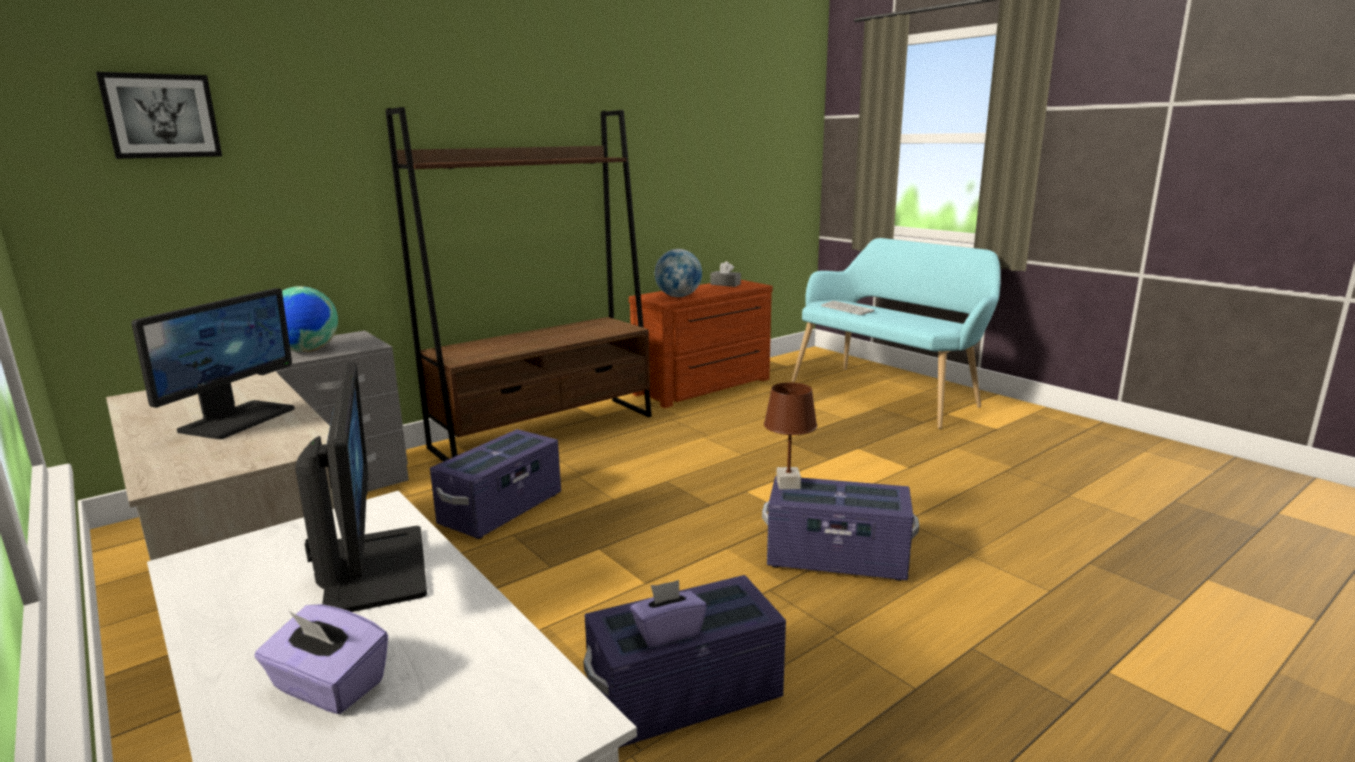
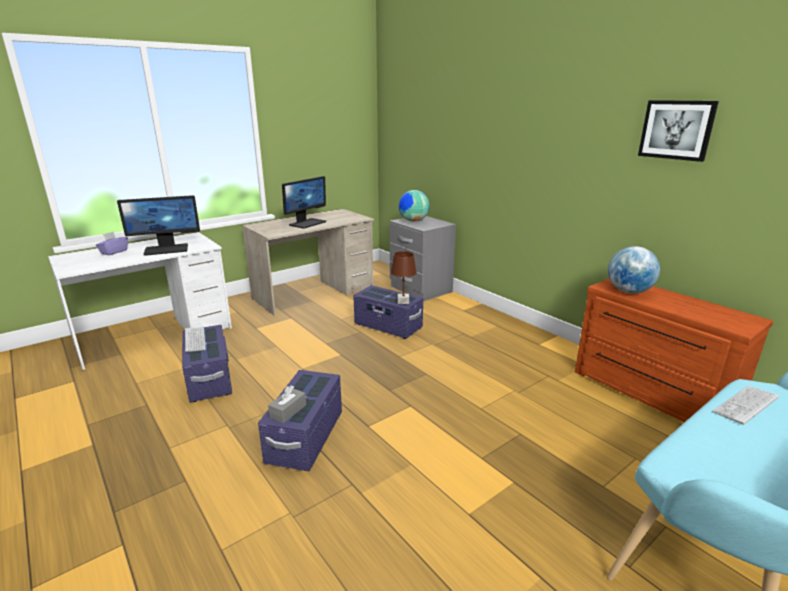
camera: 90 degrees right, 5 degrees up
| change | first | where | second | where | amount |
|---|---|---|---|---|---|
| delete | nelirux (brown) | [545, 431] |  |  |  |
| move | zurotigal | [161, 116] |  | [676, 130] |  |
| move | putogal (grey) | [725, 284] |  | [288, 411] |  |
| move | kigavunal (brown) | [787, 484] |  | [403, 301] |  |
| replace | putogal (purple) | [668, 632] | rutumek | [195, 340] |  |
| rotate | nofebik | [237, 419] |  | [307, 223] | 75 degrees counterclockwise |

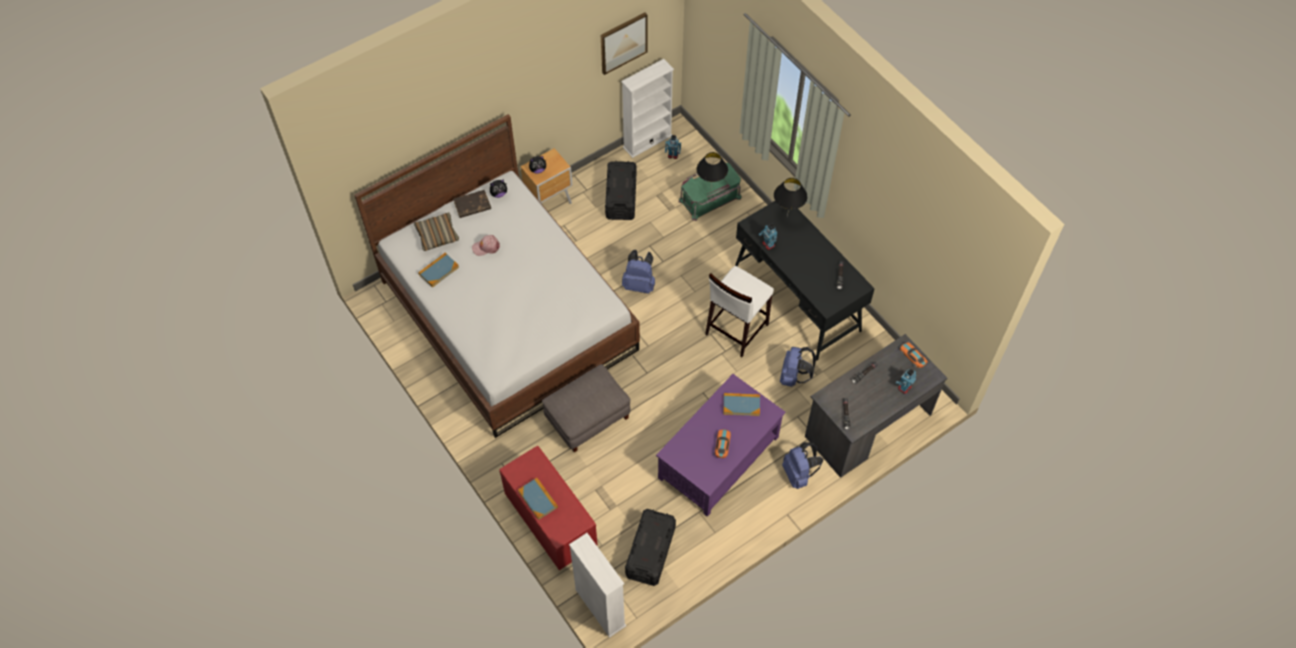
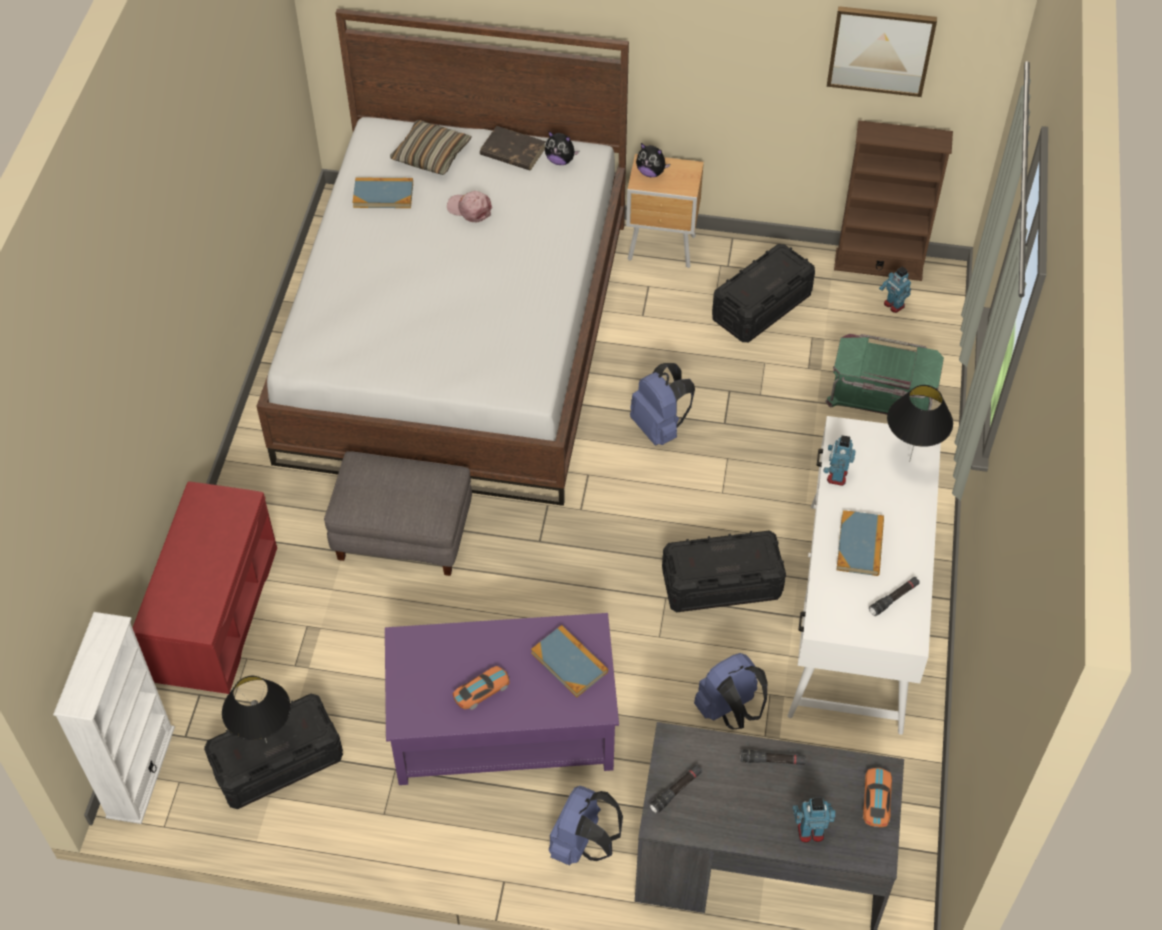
camera: 45 degrees right, 5 degrees down
| change | first | where | second | where | amount |
|---|---|---|---|---|---|
| move | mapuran | [538, 499] |  | [860, 545] |  |
| move | kigavunal (black) | [710, 189] |  | [266, 742] |  |
| replace | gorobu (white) | [736, 329] | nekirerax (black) | [721, 584] |  |
| recolor | nelirux (white) | [647, 141] | nelirux (brown) | [878, 264] |  |
| recolor | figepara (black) | [796, 299] | figepara (white) | [854, 614] |  |

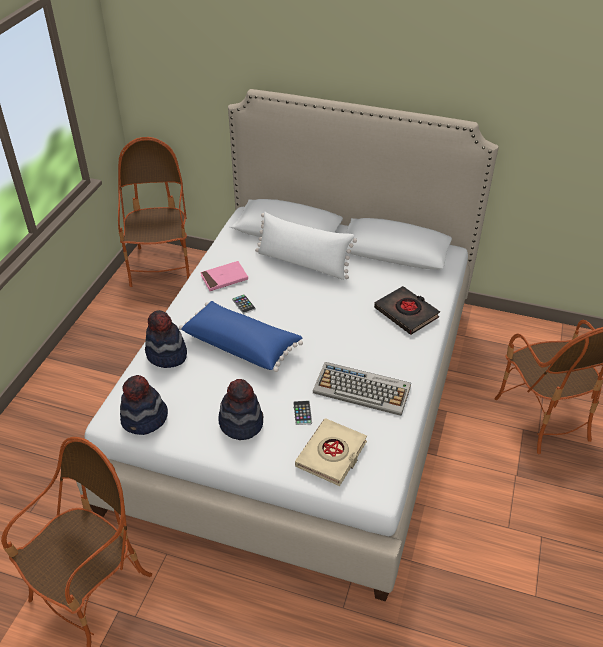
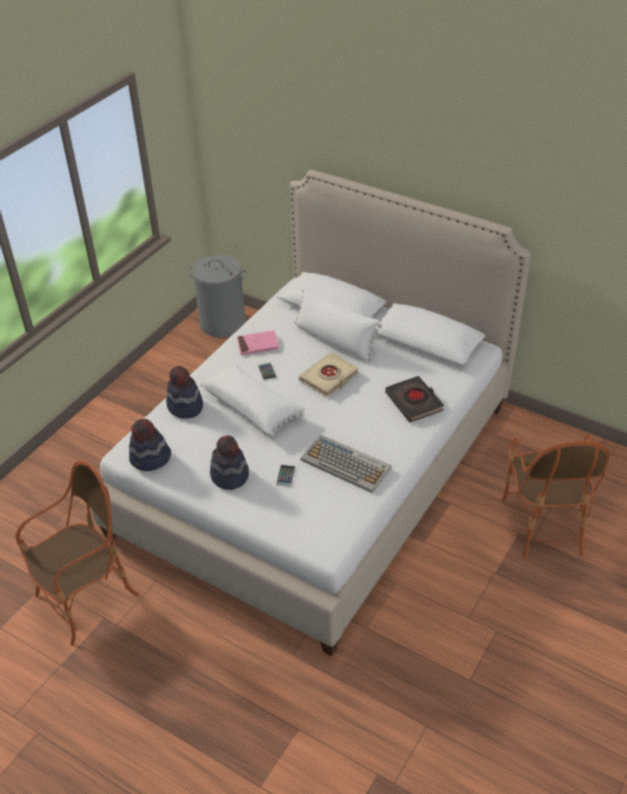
camera: 15 degrees right, 0 degrees up
| change | first | where | second | where | amount |
|---|---|---|---|---|---|
| move | mapuran (beige) | [332, 455] |  | [329, 378] |  |
| replace | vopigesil | [161, 266] | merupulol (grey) | [223, 323] |  |
| recolor | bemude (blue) | [241, 344] | bemude (white) | [253, 408] |  |

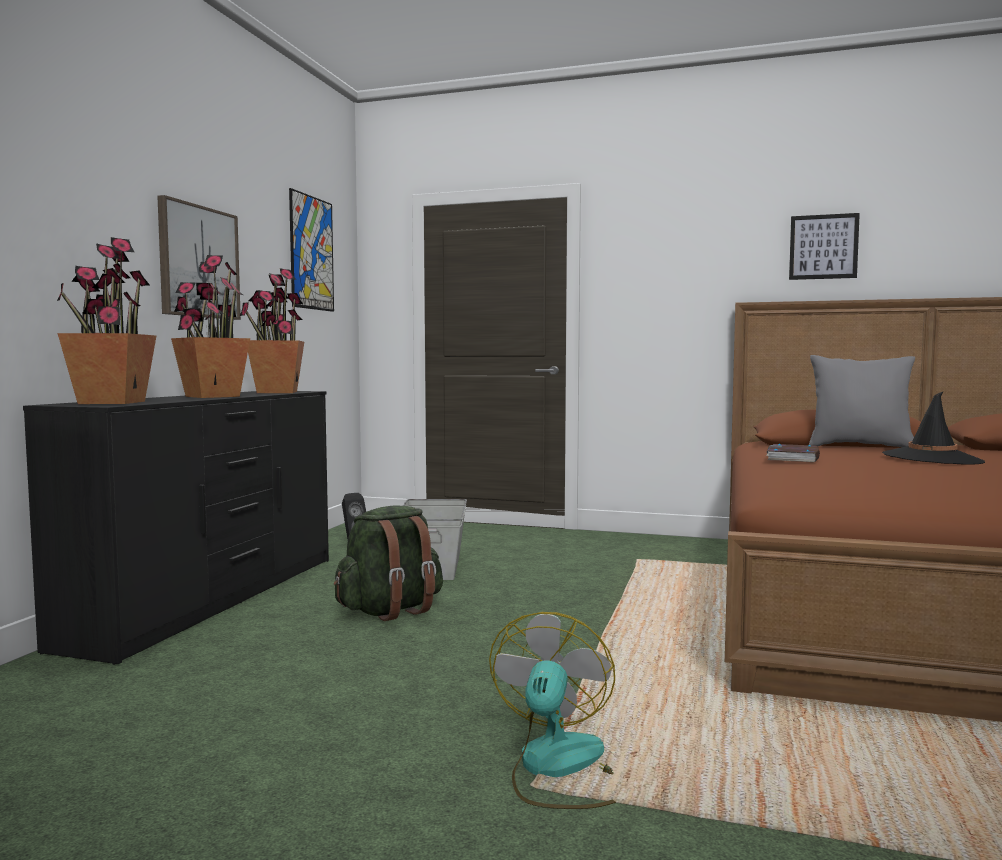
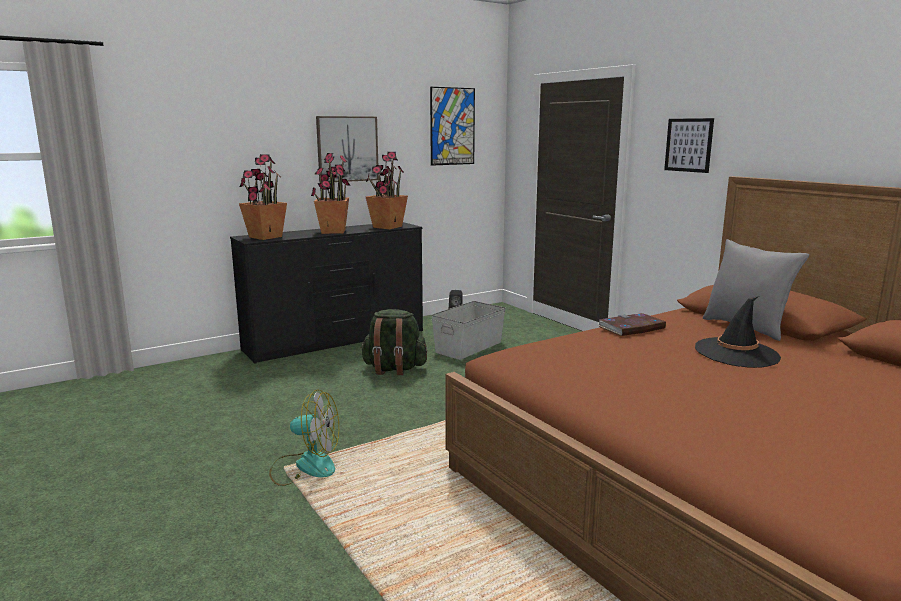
camera: 40 degrees right, 10 degrees up
| change | first | where | second | where | amount |
|---|---|---|---|---|---|
| move | zurotigal | [823, 247] |  | [688, 145] |  |
| rotate | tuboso | [559, 769] |  | [305, 466] | 45 degrees clockwise |

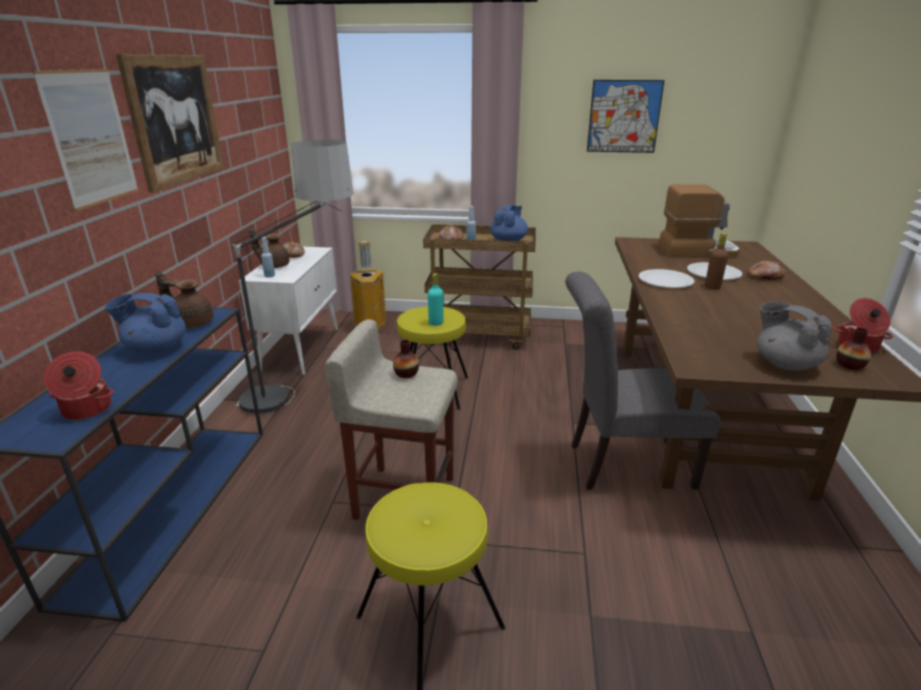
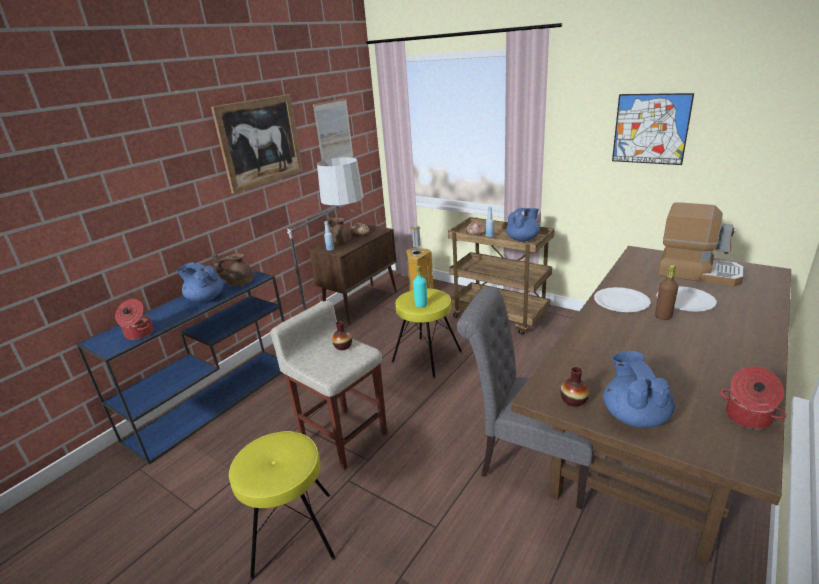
camera: 30 degrees right, 0 degrees up
| change | first | where | second | where | amount |
|---|---|---|---|---|---|
| delete | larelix | [764, 277] |  |  |  |
| move | zurotigal | [90, 137] |  | [334, 132] |  |
| move | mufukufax | [849, 365] |  | [573, 400] |  |
| recolor | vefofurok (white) | [301, 349] | vefofurok (brown) | [361, 303] |  |
| recolor | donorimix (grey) | [785, 364] | donorimix (blue) | [634, 416] |  |
| rotate | donorimix (brown) | [192, 323] |  | [239, 283] | 60 degrees counterclockwise |

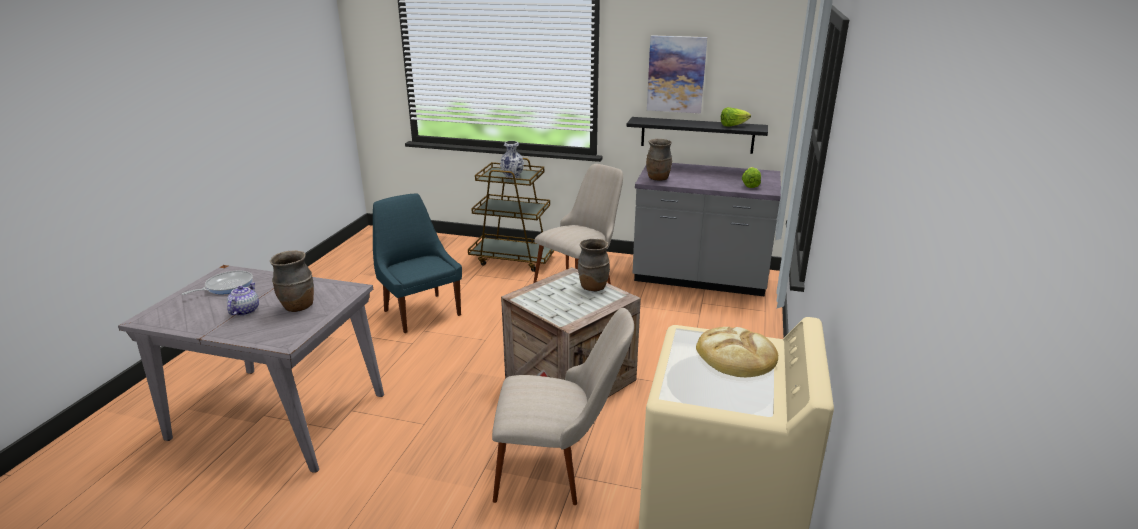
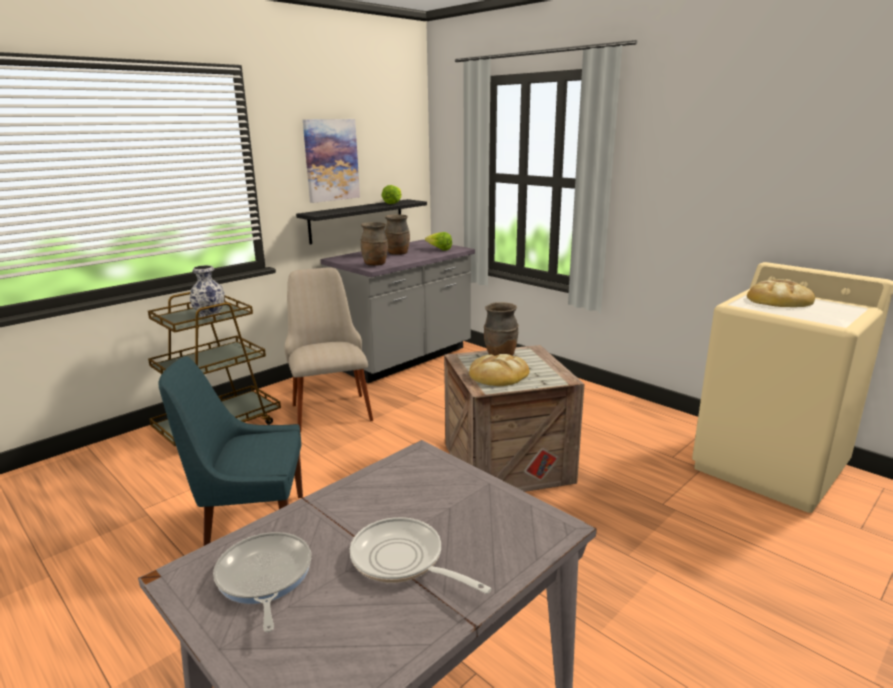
camera: 60 degrees left, 5 degrees down
| change | first | where | second | where | amount |
|---|---|---|---|---|---|
| delete | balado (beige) | [559, 469] |  |  |  |
| insert |  |  | larelix | [498, 375] |  |
| move | mufukufax (brown) | [298, 307] |  | [398, 254] |  |
| replace | donorimix | [245, 311] | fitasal | [403, 561] |  |

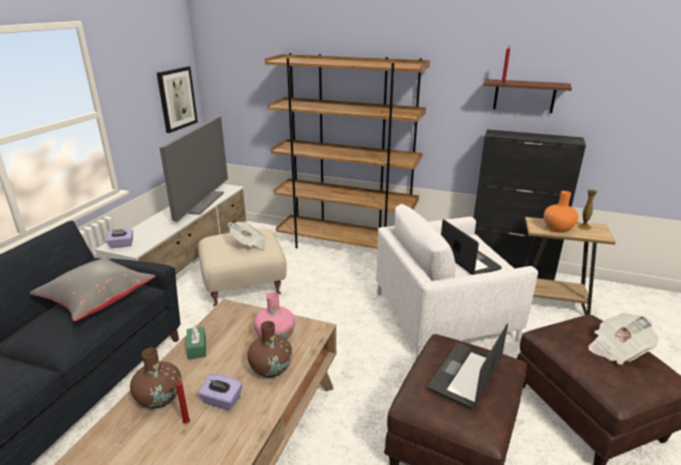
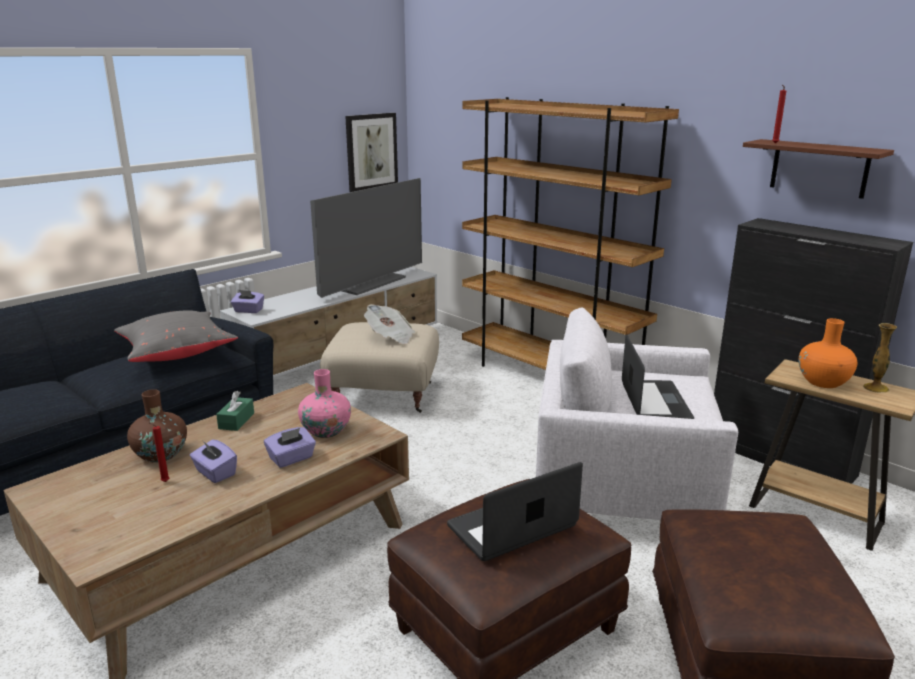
camera: 25 degrees right, 5 degrees down
| change | first | where | second | where | amount |
|---|---|---|---|---|---|
| delete | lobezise | [617, 349] |  |  |  |
| replace | mufukufax (brown) | [271, 369] | putogal (purple) | [291, 459] |  |

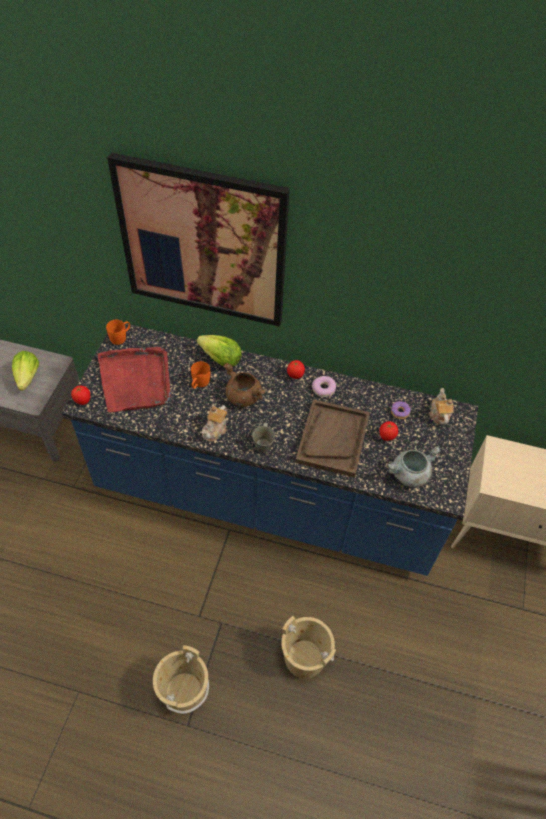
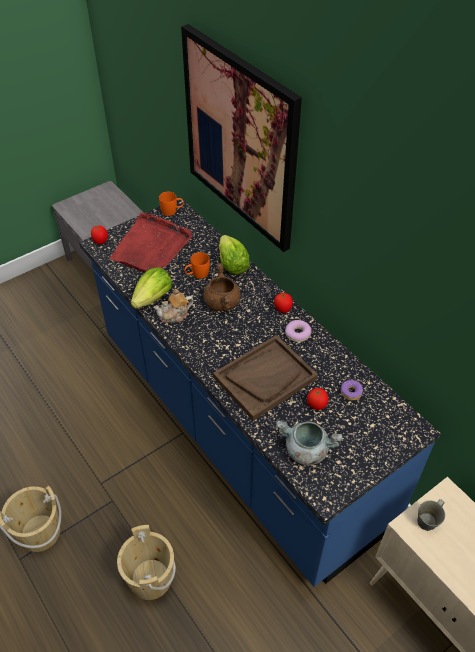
camera: 40 degrees right, 5 degrees down
| change | first | where | second | where | amount |
|---|---|---|---|---|---|
| delete | donorimix | [439, 414] |  |  |  |
| move | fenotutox | [28, 377] |  | [153, 298] |  |
| move | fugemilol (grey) | [263, 445] |  | [427, 521] |  |

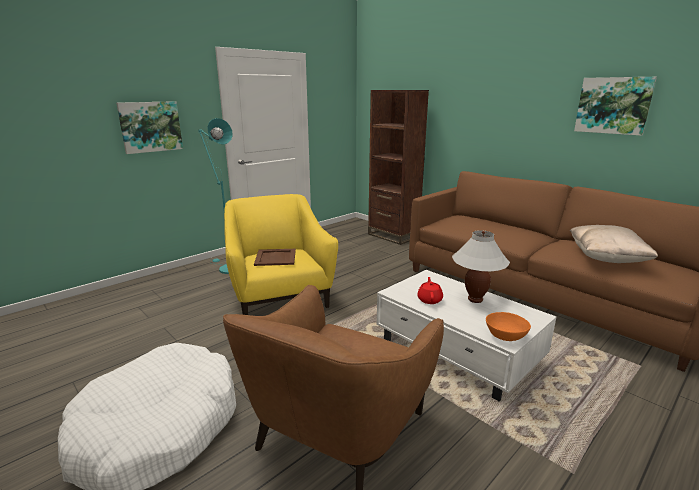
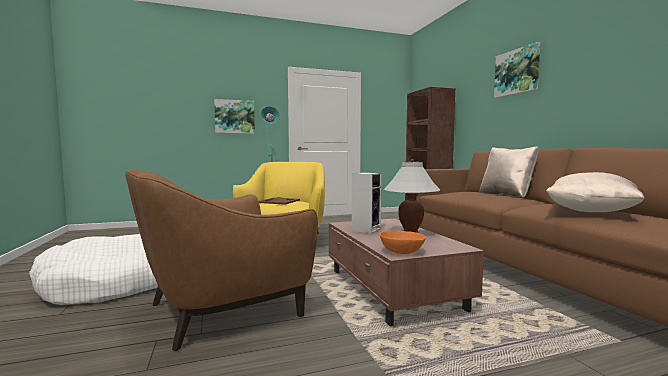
camera: 25 degrees right, 15 degrees down
| change | first | where | second | where | amount |
|---|---|---|---|---|---|
| insert |  |  | bemude (beige) | [506, 195] |  |
| move | zurotigal | [613, 105] |  | [517, 72] |  |
| replace | donorimix (red) | [429, 299] | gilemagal | [366, 229] |  |
| recolor | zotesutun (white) | [457, 352] | zotesutun (brown) | [392, 289] |  |

